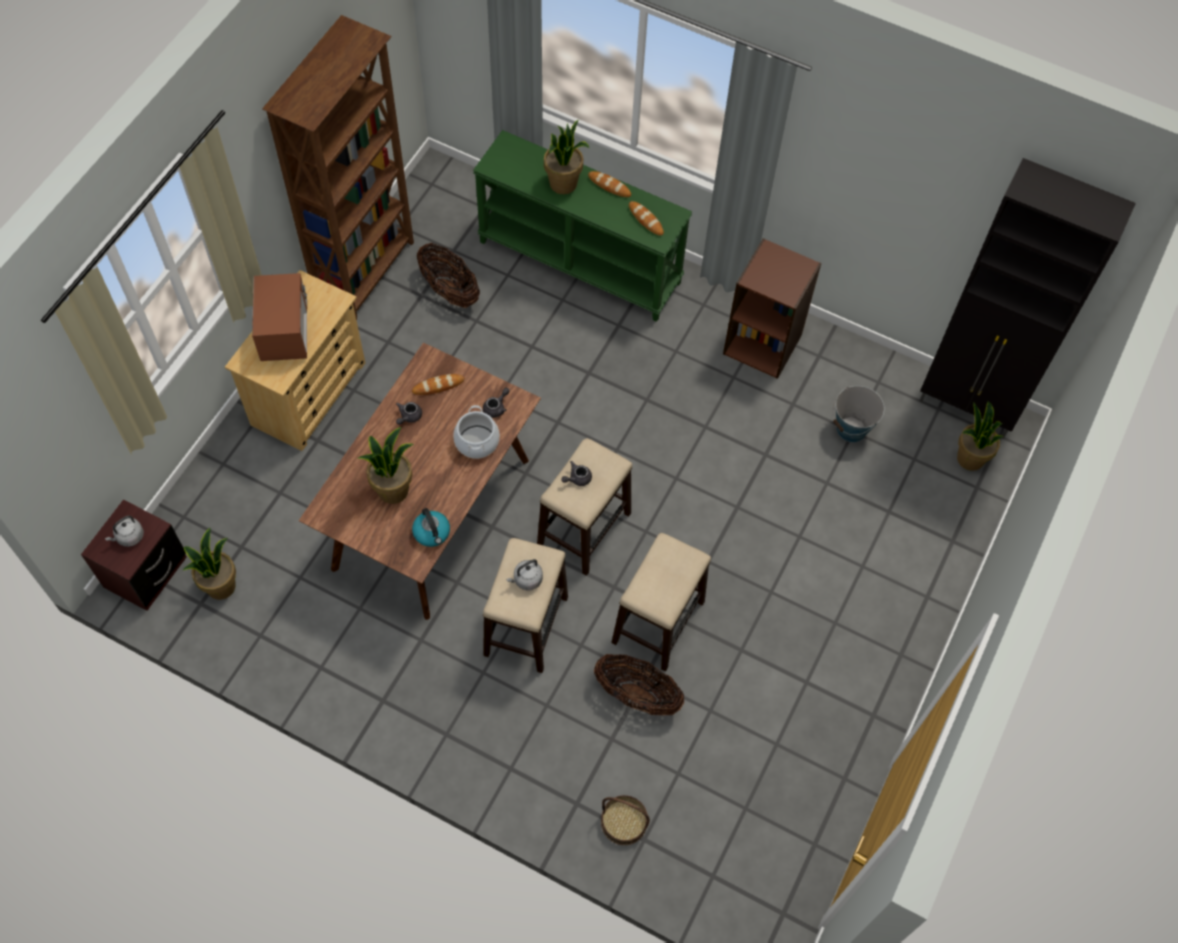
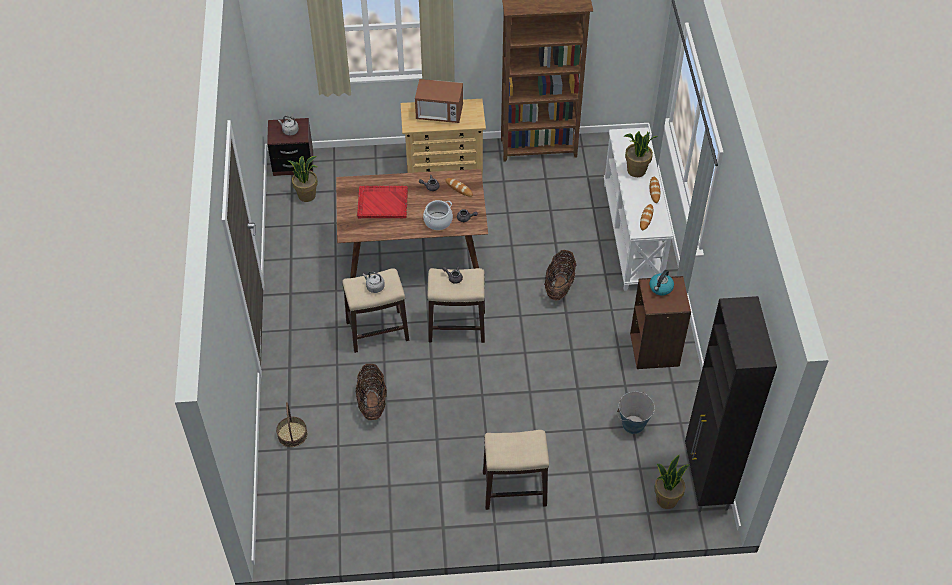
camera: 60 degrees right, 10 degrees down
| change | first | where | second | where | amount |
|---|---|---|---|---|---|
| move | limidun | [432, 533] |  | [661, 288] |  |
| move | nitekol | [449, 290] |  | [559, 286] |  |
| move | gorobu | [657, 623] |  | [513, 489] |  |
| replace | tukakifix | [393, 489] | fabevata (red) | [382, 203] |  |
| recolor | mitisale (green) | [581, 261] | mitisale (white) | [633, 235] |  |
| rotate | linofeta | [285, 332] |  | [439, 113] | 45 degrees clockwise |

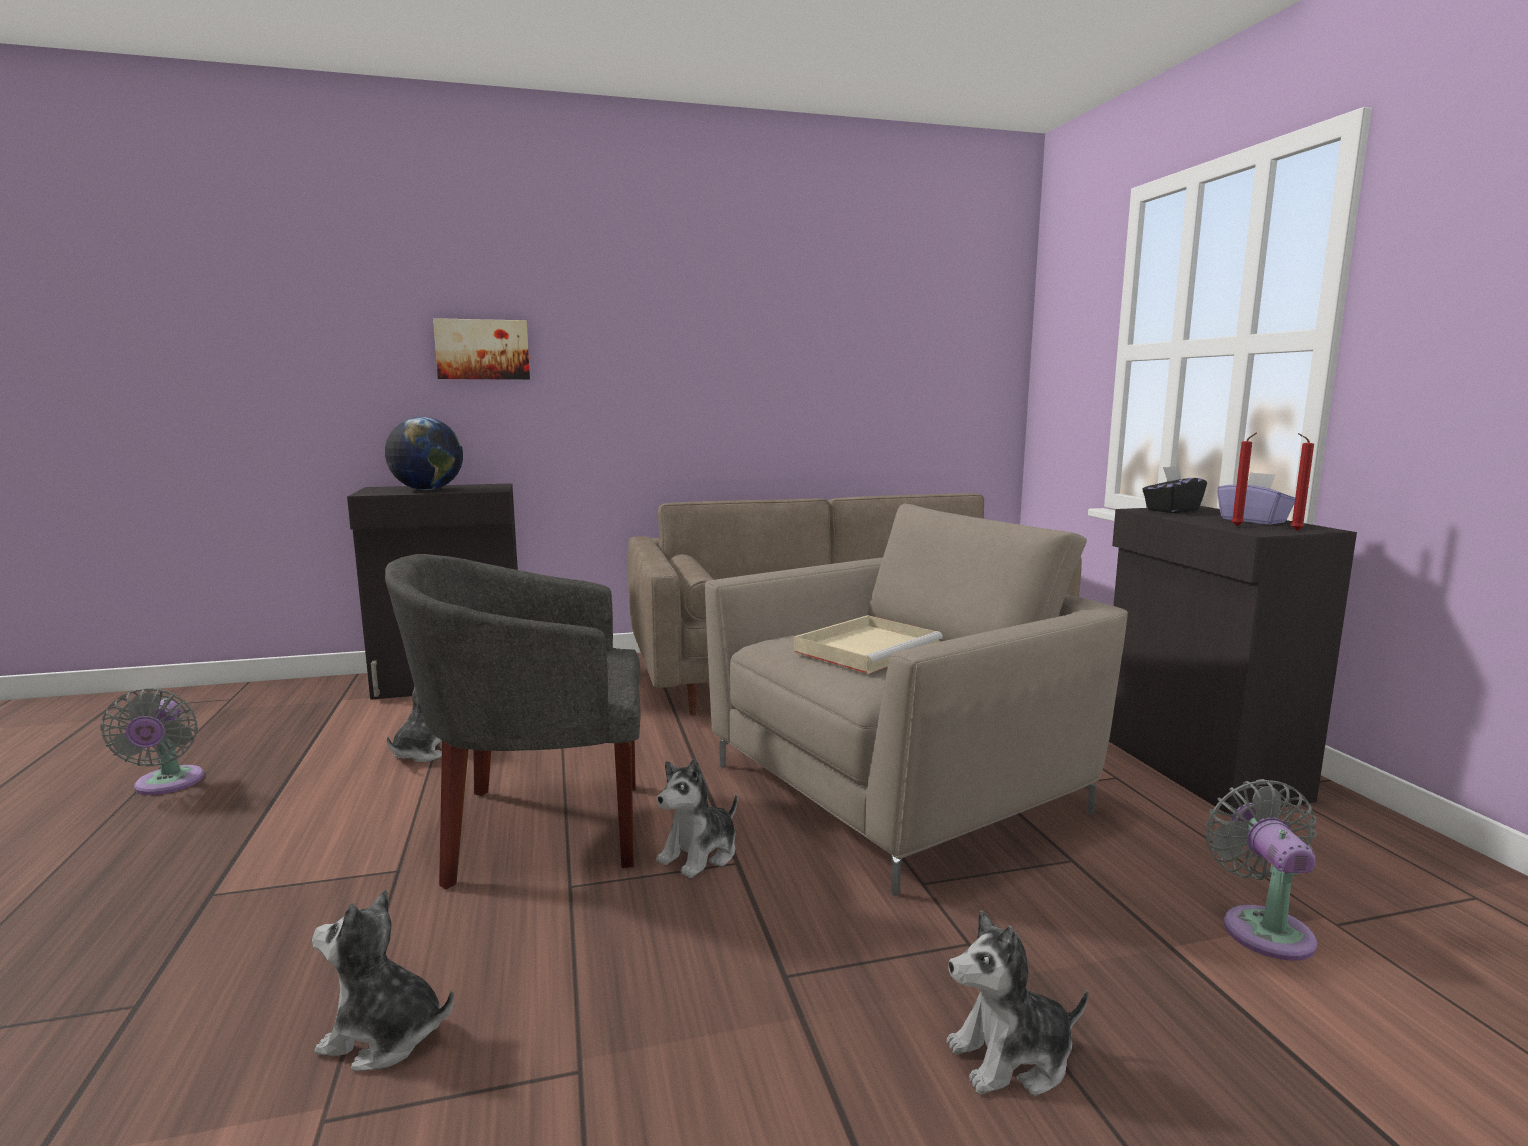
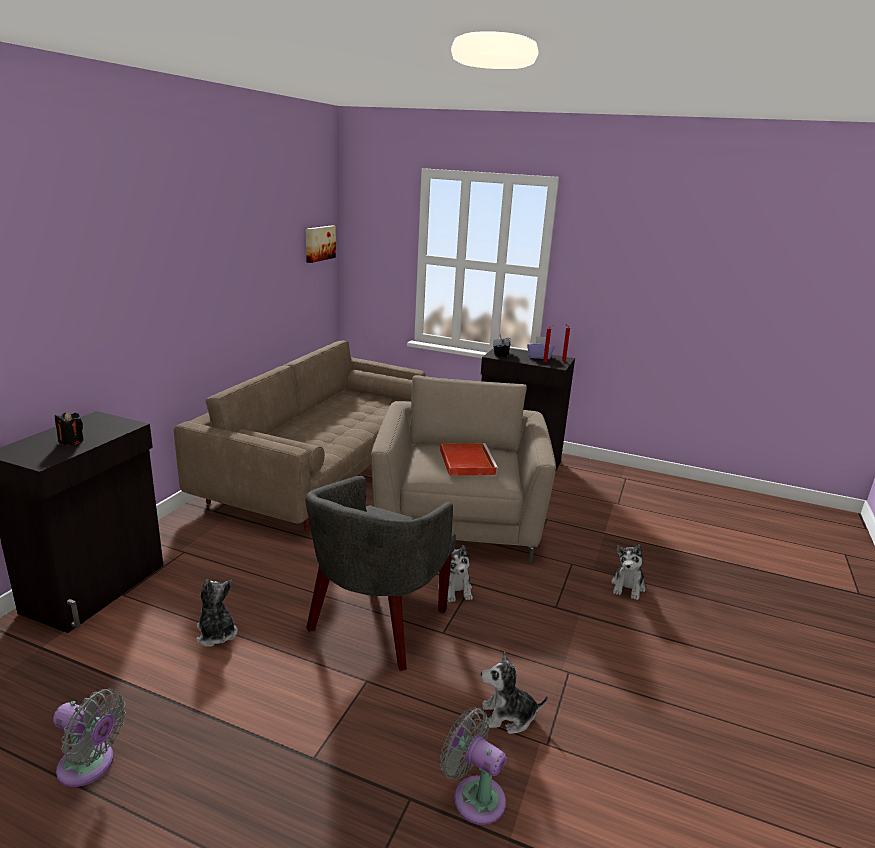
camera: 55 degrees left, 10 degrees up
| change | first | where | second | where | amount |
|---|---|---|---|---|---|
| move | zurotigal | [483, 349] |  | [319, 243] |  |
| move | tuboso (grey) | [1263, 927] |  | [474, 796] |  |
| replace | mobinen | [427, 490] | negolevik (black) | [71, 441] |  |
| recolor | fabevata (beige) | [868, 649] | fabevata (red) | [466, 461] |  |
| rotate | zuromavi | [384, 1036] |  | [508, 716] | 45 degrees clockwise |

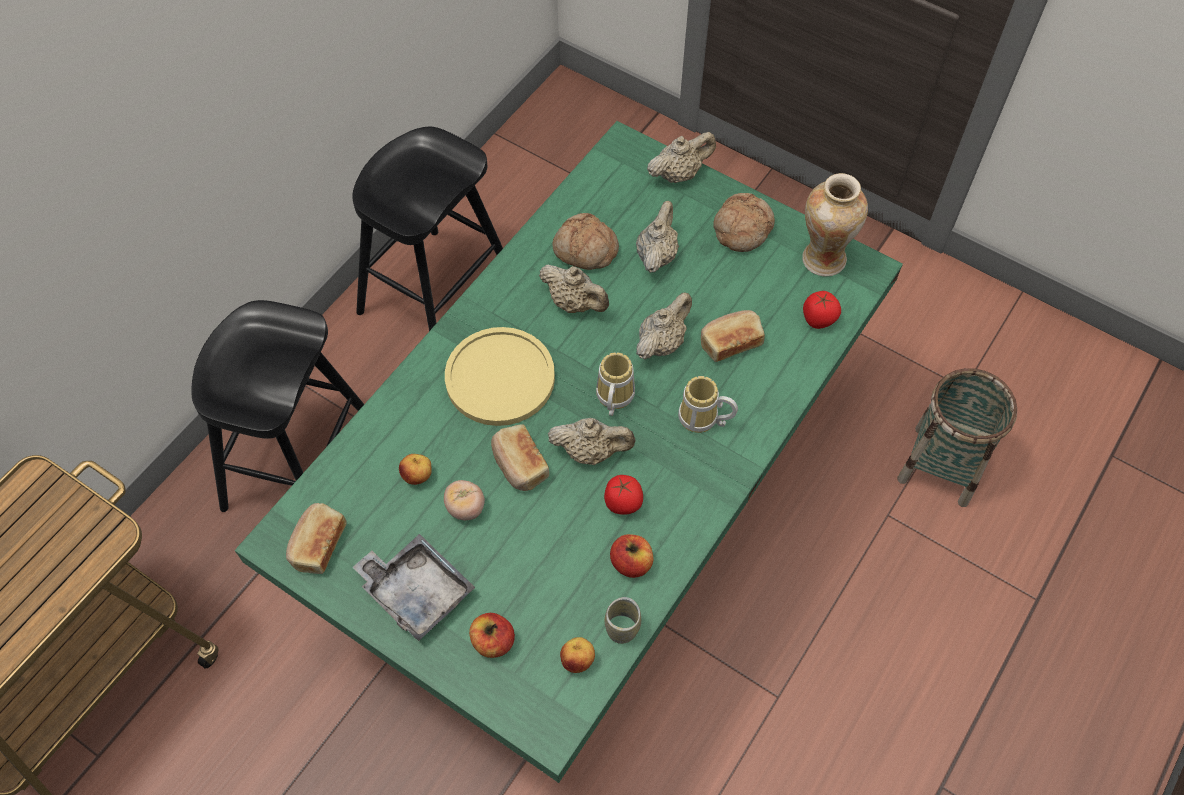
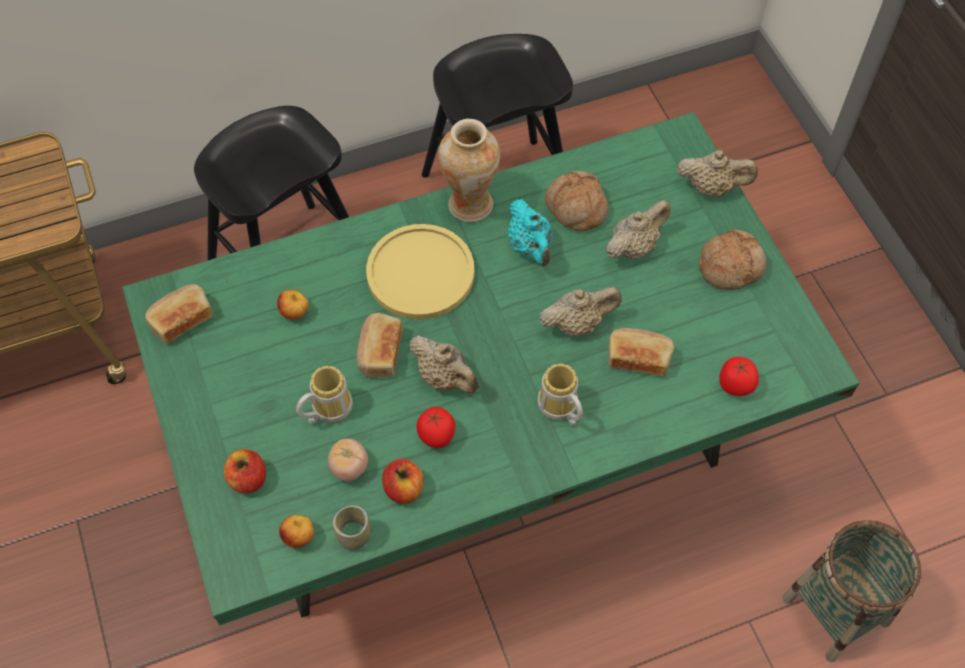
camera: 35 degrees right, 0 degrees up
| change | first | where | second | where | amount |
|---|---|---|---|---|---|
| delete | fabevata (grey) | [416, 591] |  |  |  |
| move | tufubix | [465, 508] |  | [349, 467] |  |
| move | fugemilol | [612, 398] |  | [326, 409] |  |
| move | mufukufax | [823, 259] |  | [470, 204] |  |
| recolor | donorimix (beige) | [575, 303] | donorimix (turquoise) | [531, 247] |  |

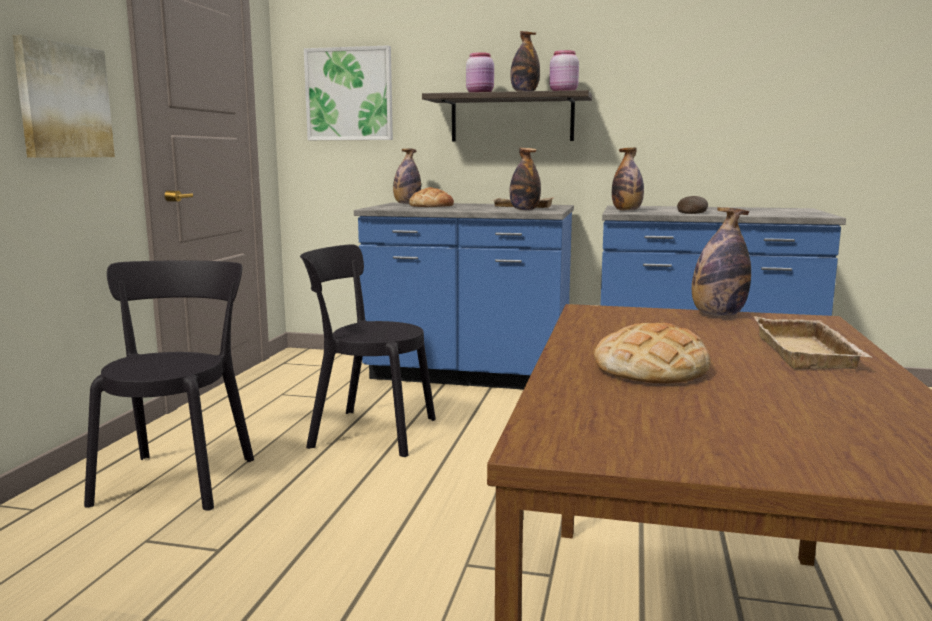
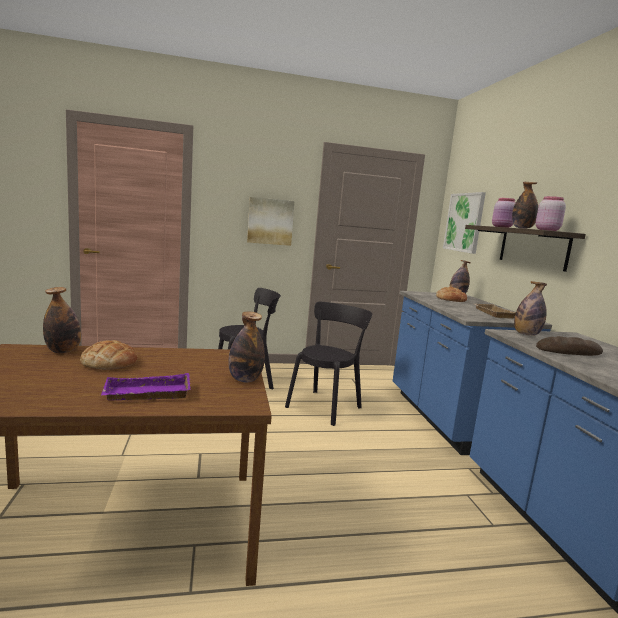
camera: 65 degrees right, 0 degrees up
| change | first | where | second | where | amount |
|---|---|---|---|---|---|
| move | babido | [524, 210] |  | [63, 351] |  |
| recolor | fabevata (beige) | [810, 353] | fabevata (purple) | [146, 394] |  |
| rotate | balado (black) | [367, 432] |  | [325, 406] | 45 degrees clockwise |

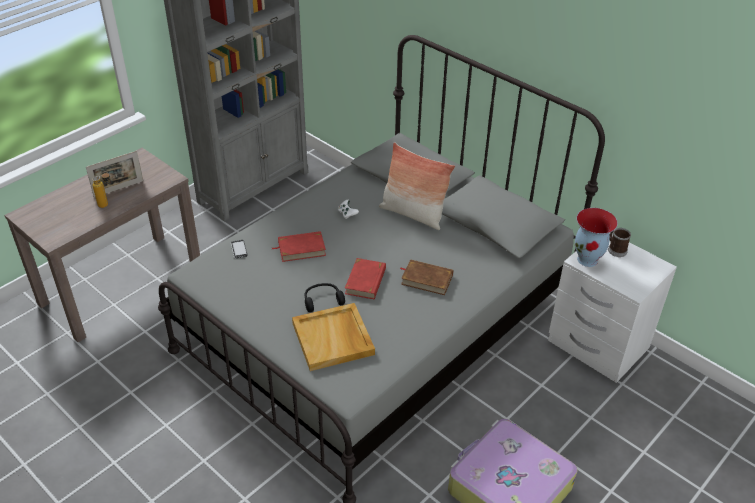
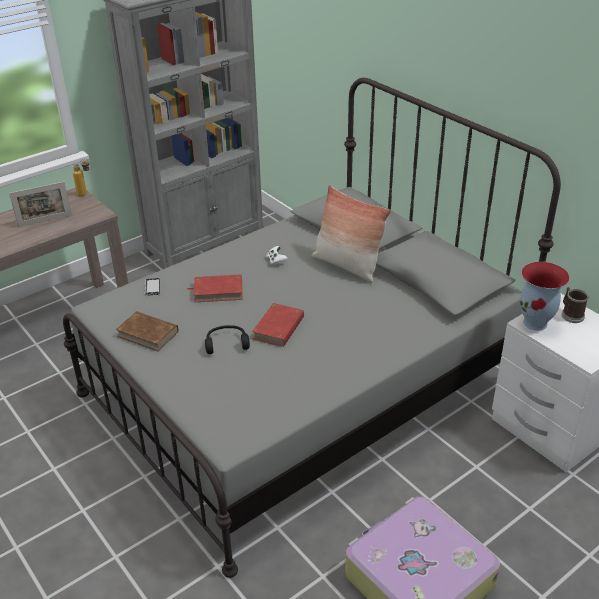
camera: 10 degrees right, 5 degrees down
| change | first | where | second | where | amount |
|---|---|---|---|---|---|
| delete | fabevata (beige) | [333, 339] |  |  |  |
| move | babido | [107, 205] |  | [86, 194] |  |
| move | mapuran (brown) | [426, 279] |  | [148, 334] |  |

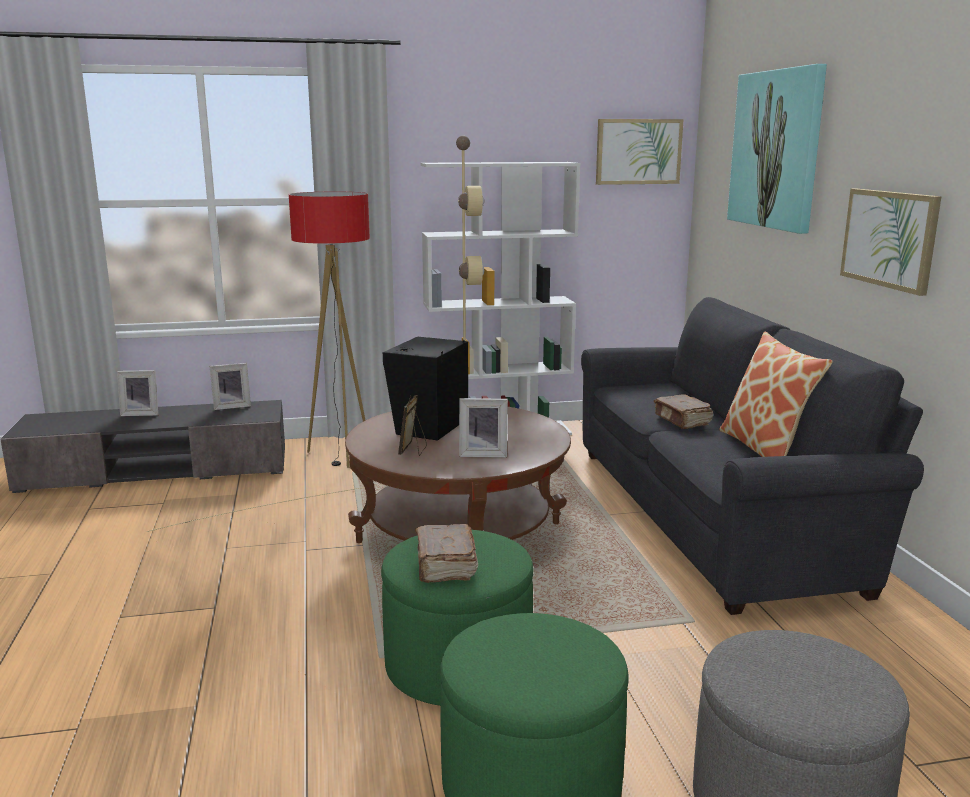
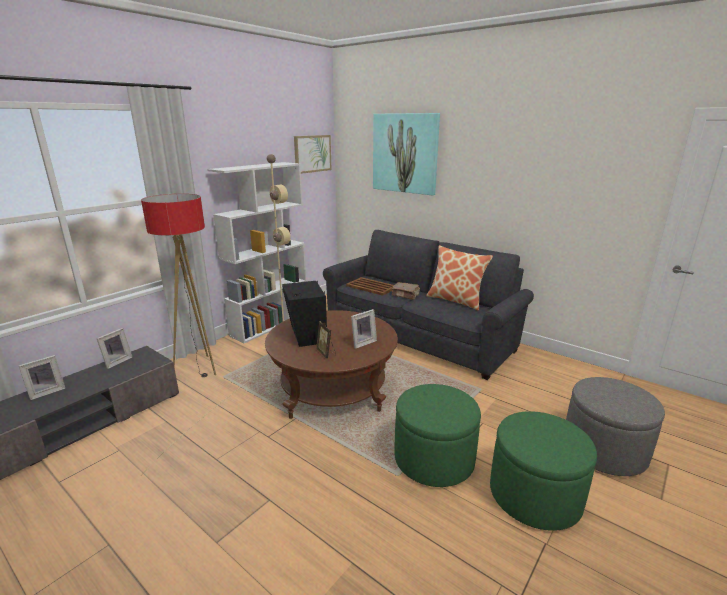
camera: 40 degrees left, 5 degrees up
| change | first | where | second | where | amount |
|---|---|---|---|---|---|
| delete | mapuran (brown) | [445, 566] |  |  |  |
| delete | zurotigal | [889, 239] |  |  |  |
| insert |  |  | fabevata (brown) | [371, 287] |  |

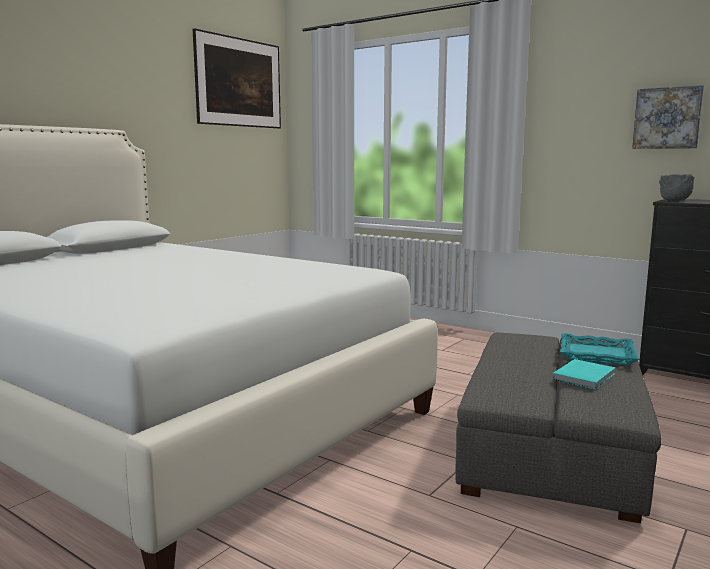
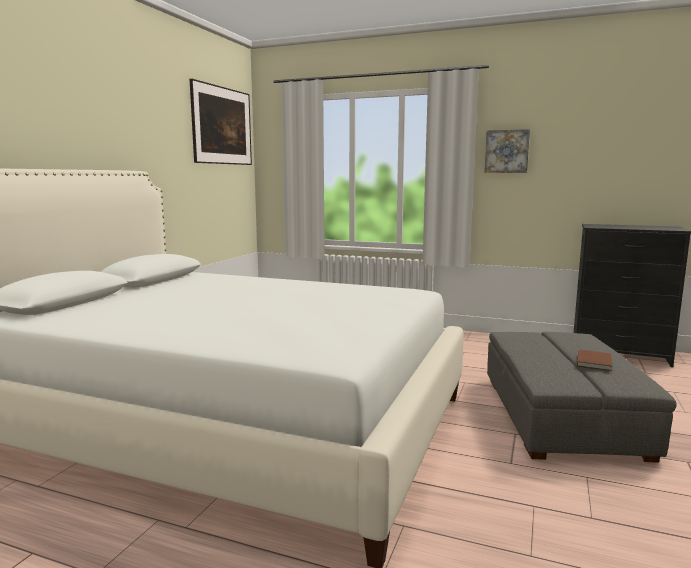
camera: 15 degrees left, 0 degrees up
| change | first | where | second | where | amount |
|---|---|---|---|---|---|
| delete | fabevata (turquoise) | [596, 355] |  |  |  |
| delete | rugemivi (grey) | [675, 201] |  |  |  |
| move | zurotigal | [667, 118] |  | [507, 151] |  |
| recolor | mapuran (turquoise) | [585, 376] | mapuran (brown) | [595, 362] |  |

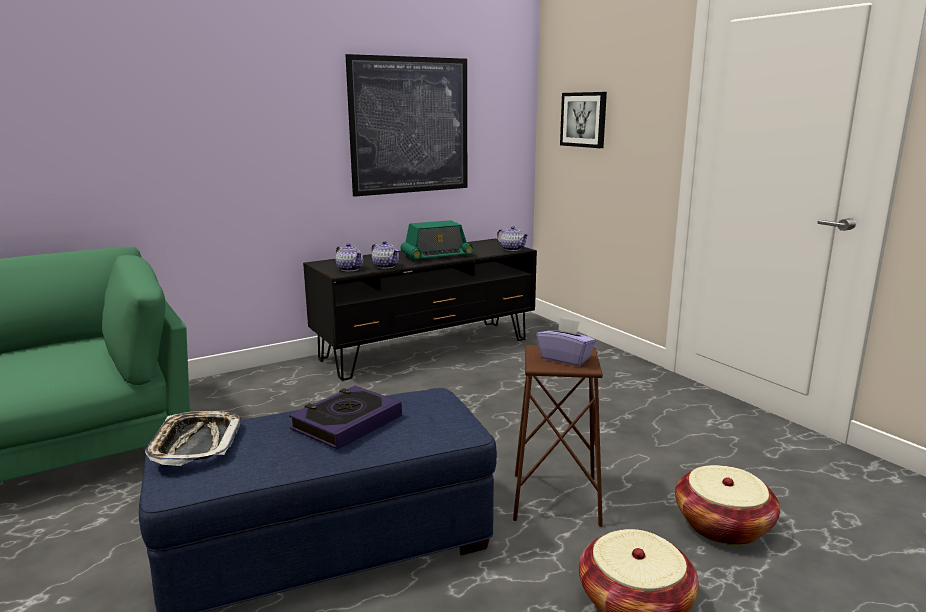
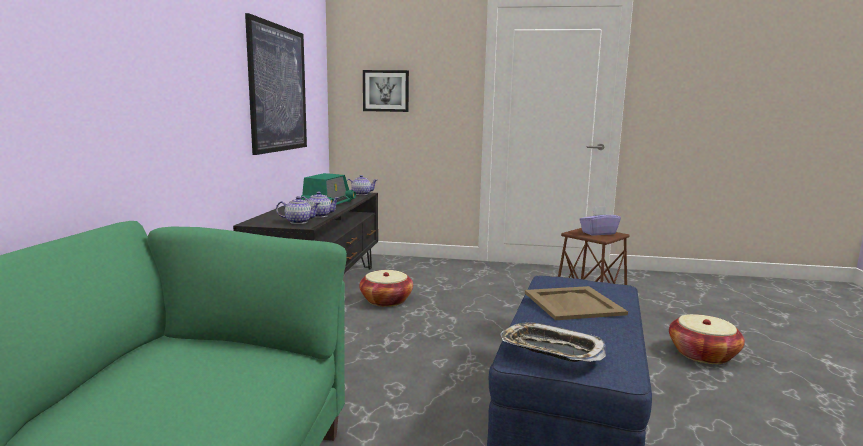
camera: 50 degrees left, 5 degrees down
| change | first | where | second | where | amount |
|---|---|---|---|---|---|
| move | nitekol | [722, 526] |  | [386, 301] |  |
| replace | mapuran | [346, 423] | fabevata (beige) | [573, 304] |  |

